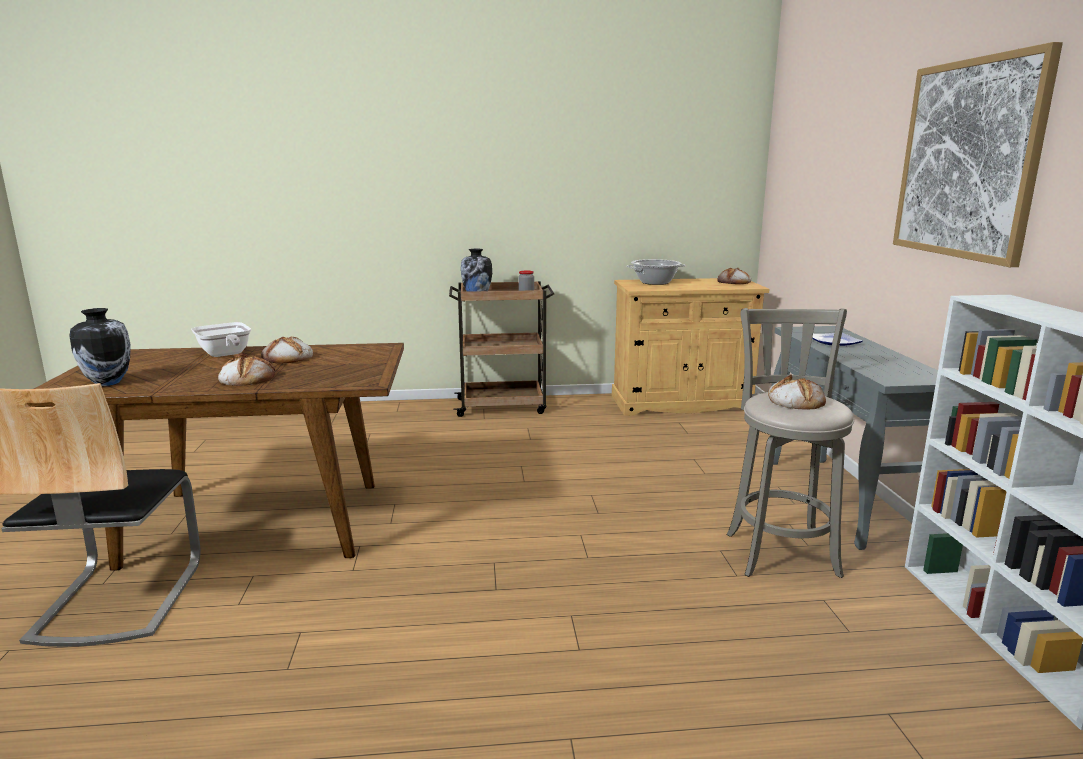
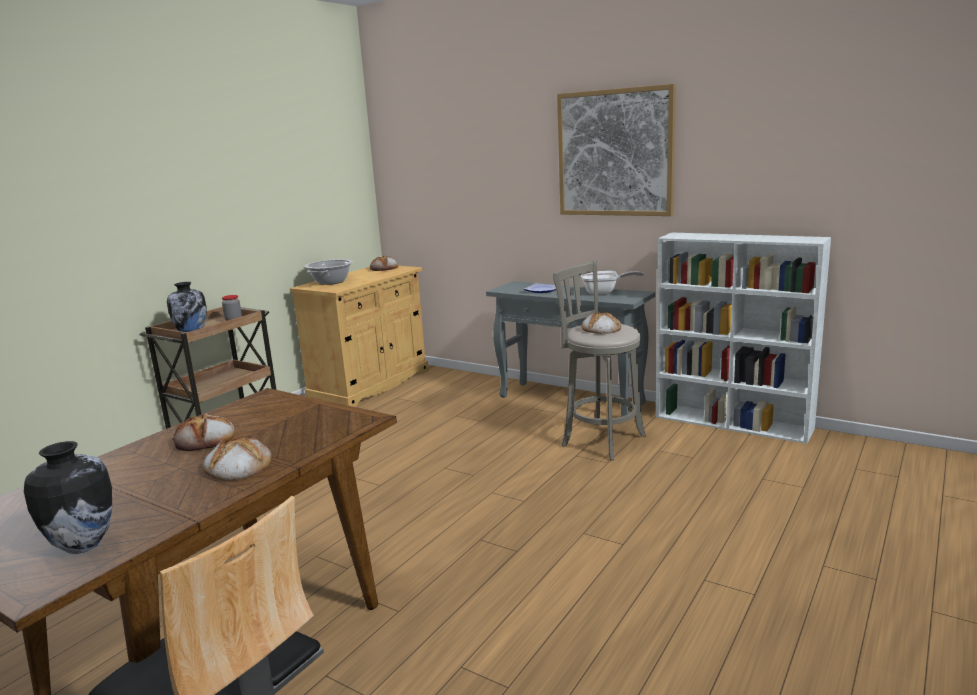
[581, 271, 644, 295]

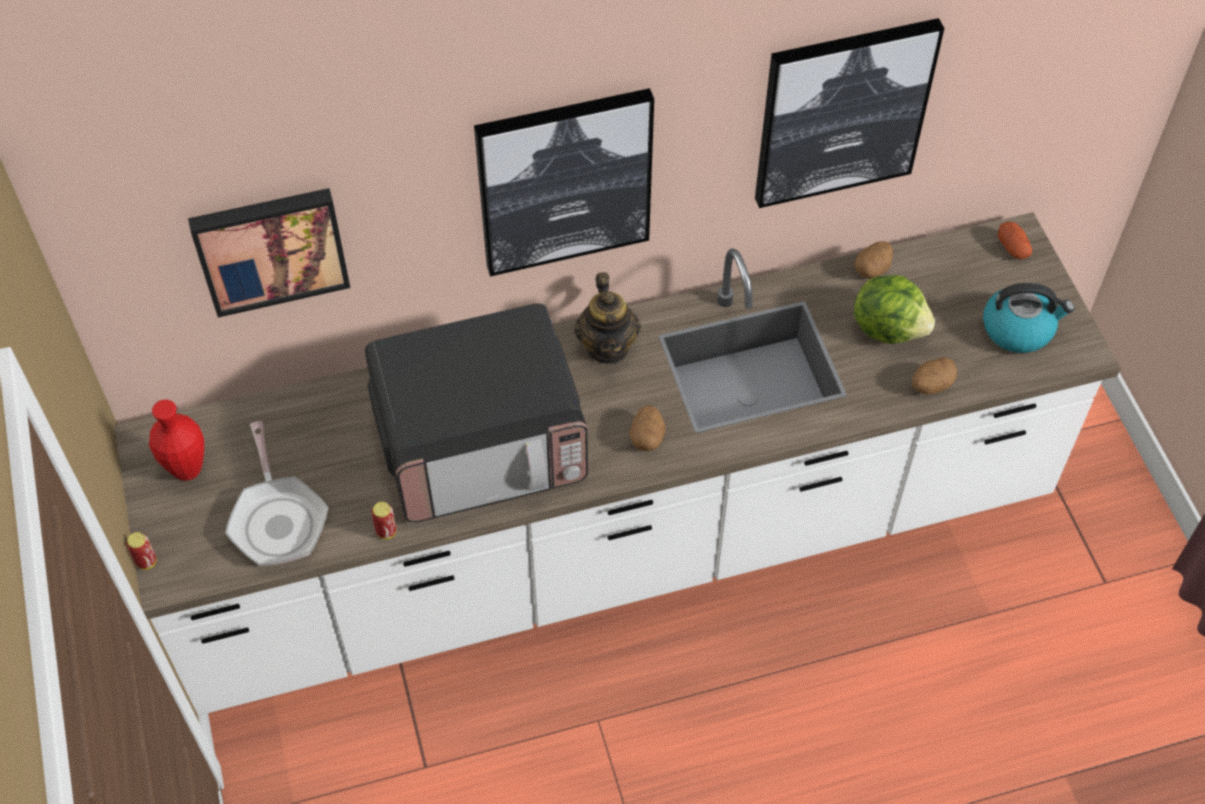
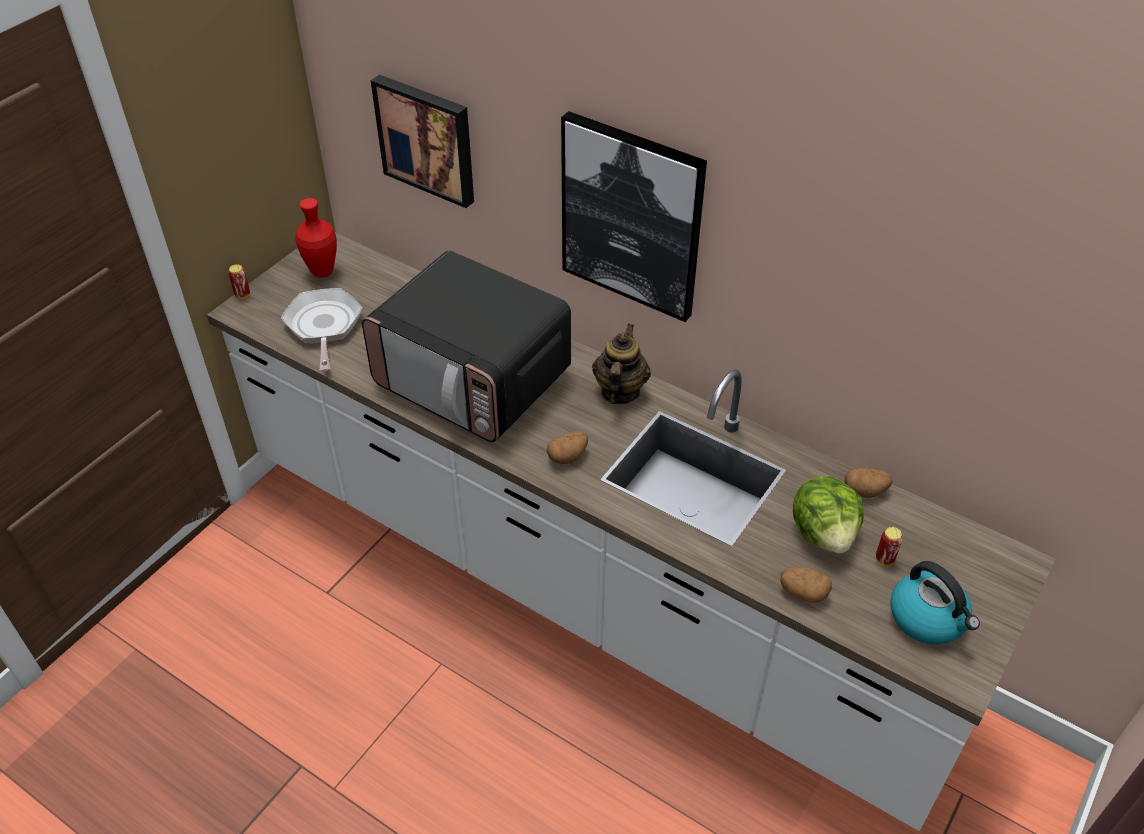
[281, 288, 362, 371]
[592, 323, 651, 404]
[876, 527, 903, 566]
[755, 18, 944, 208] (first image)
[998, 221, 1032, 260] (first image)

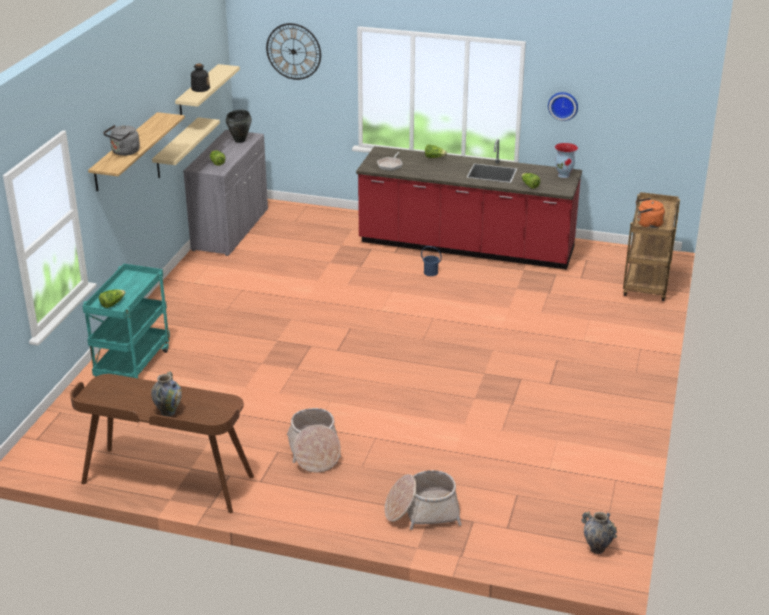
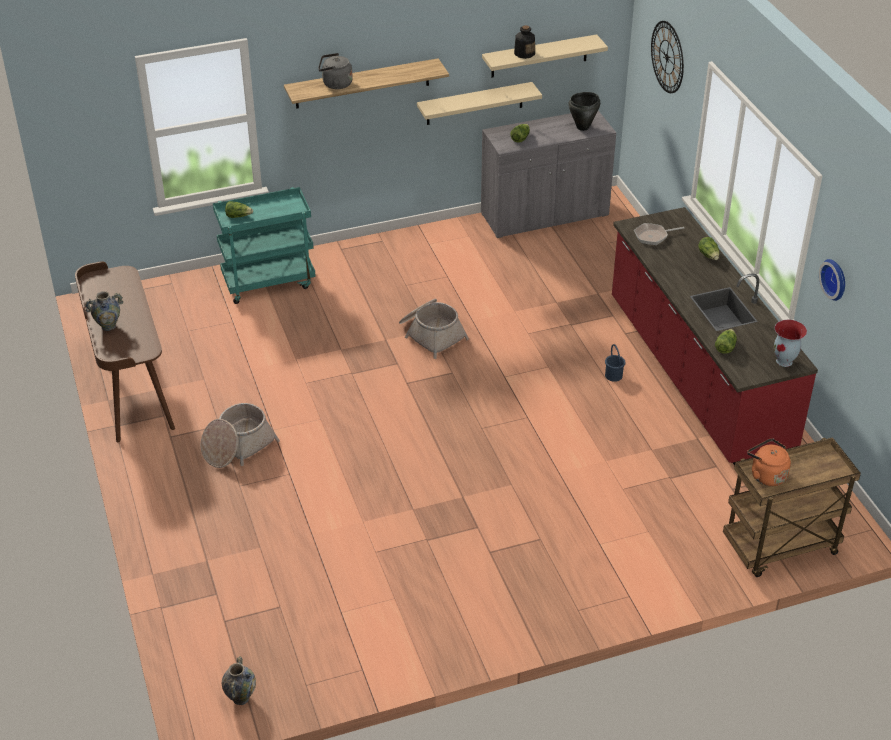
[399, 299, 469, 359]

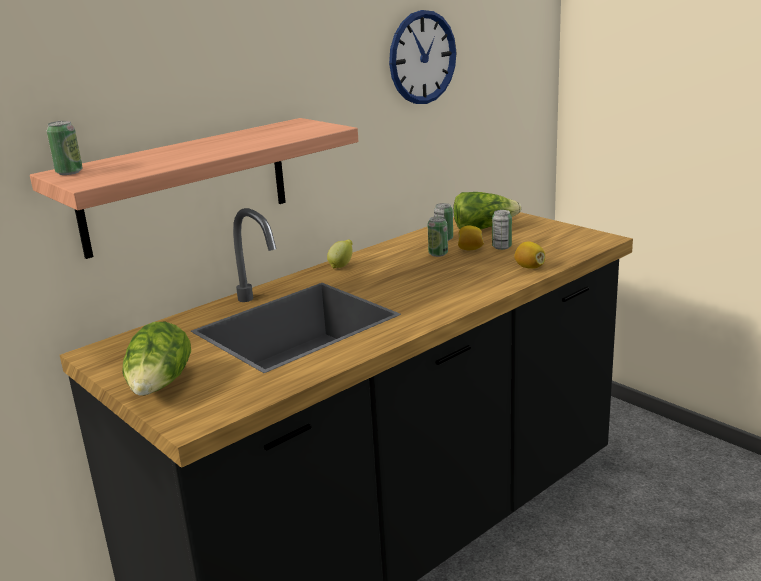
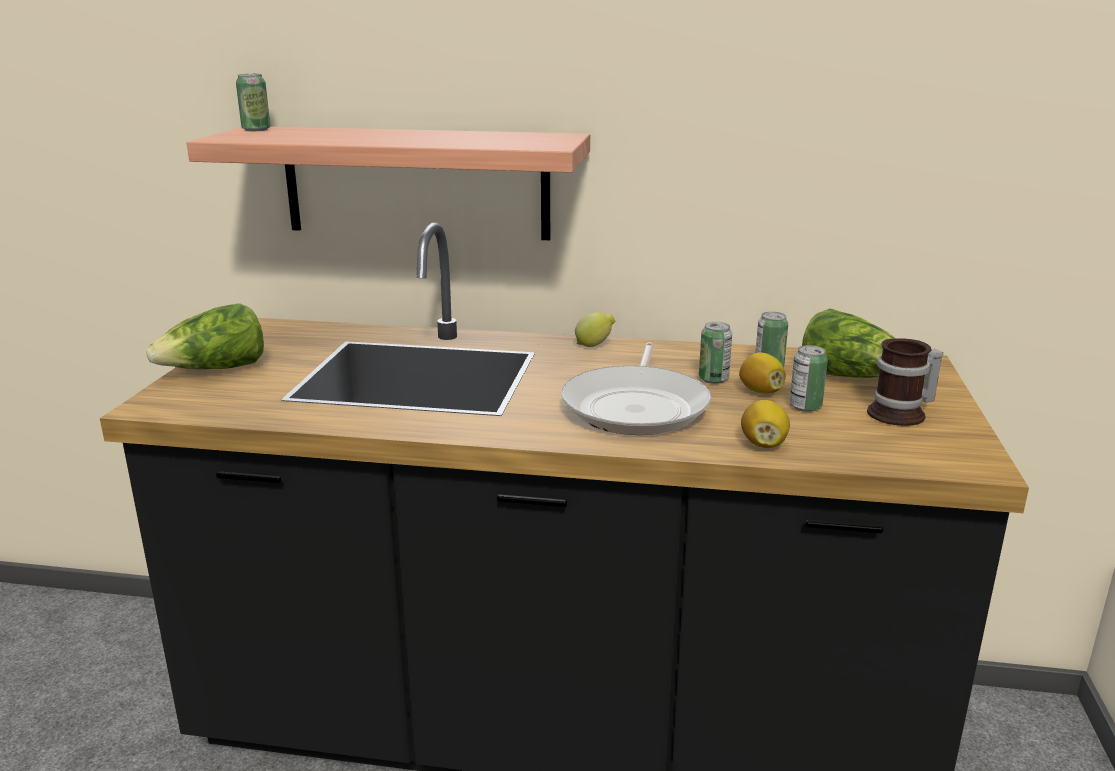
[561, 342, 711, 435]
[867, 339, 943, 426]
[389, 10, 456, 104] (first image)

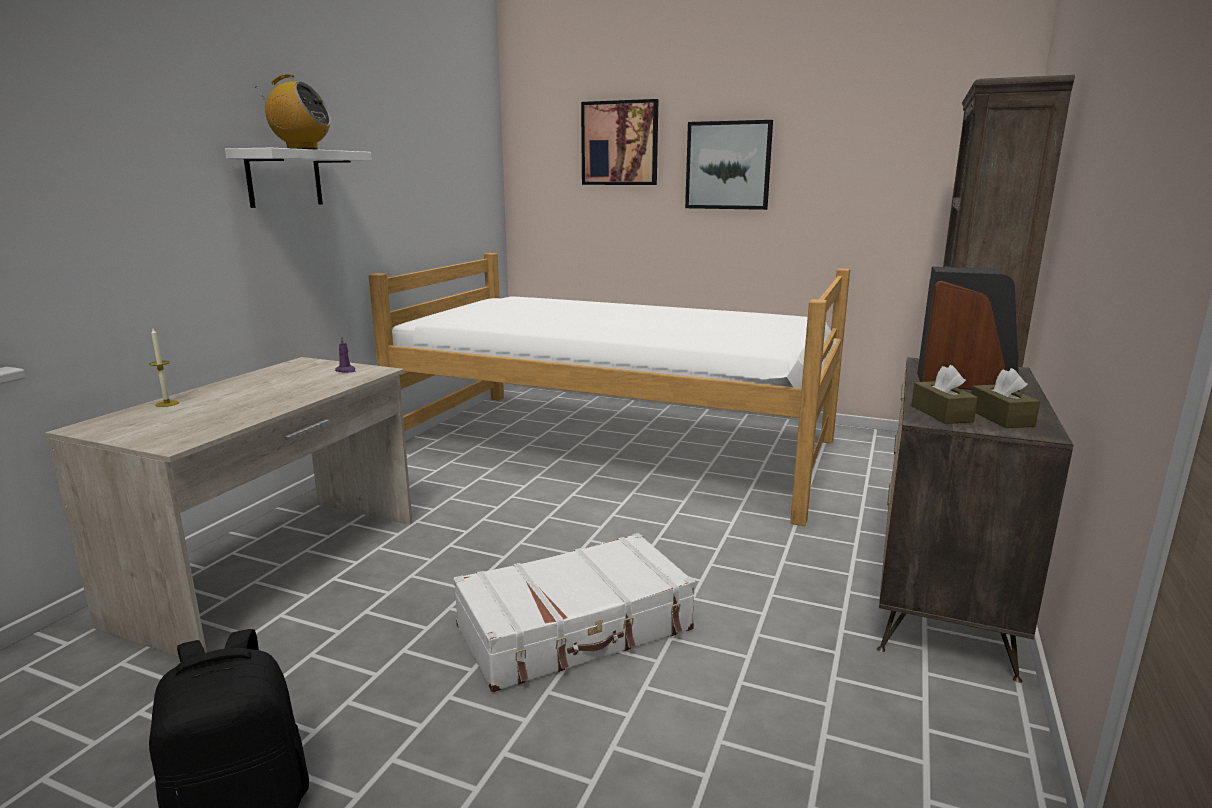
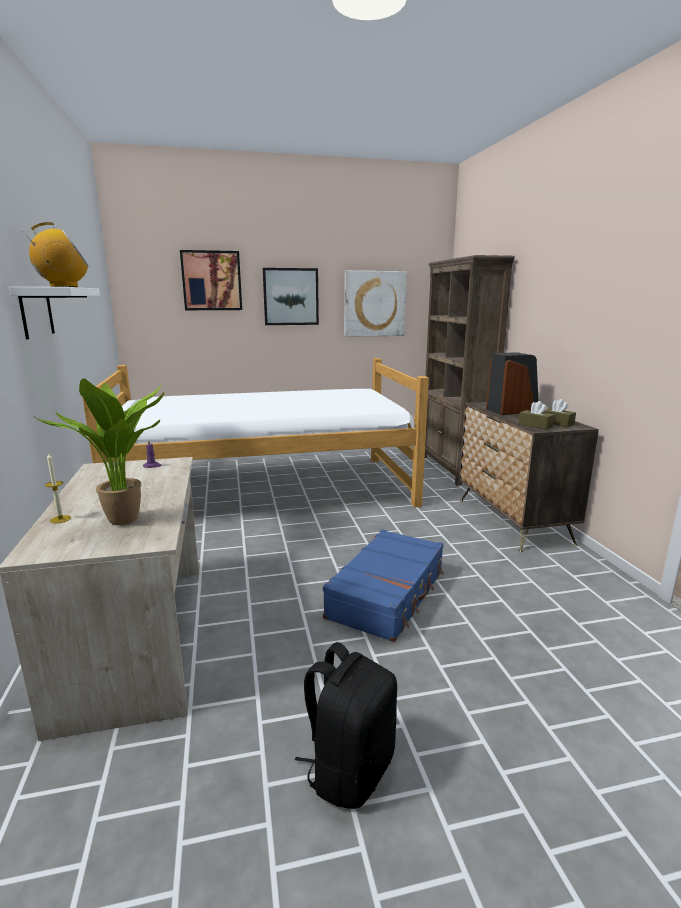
[32, 378, 164, 525]
[323, 529, 444, 642]
[345, 271, 407, 337]

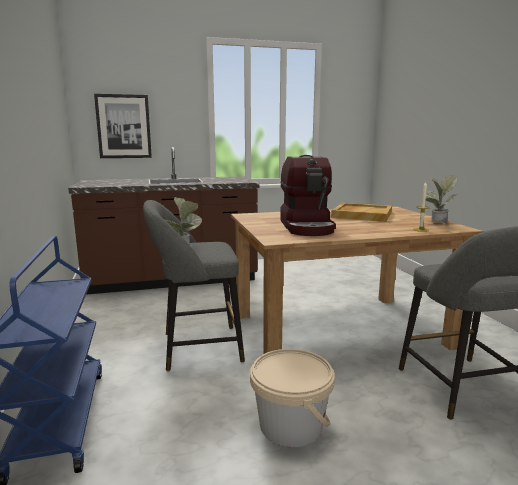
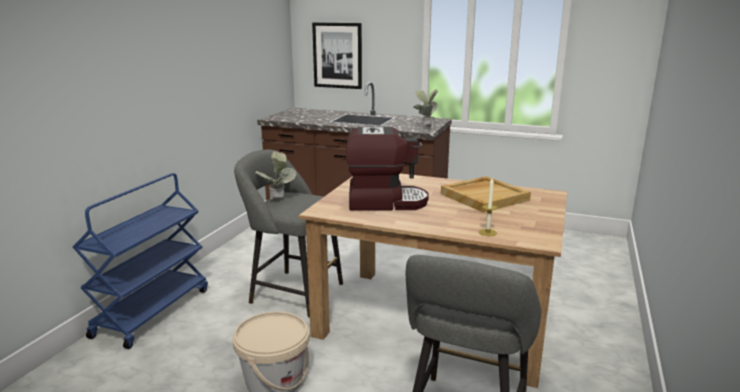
[346, 127, 429, 210]
[413, 90, 438, 130]

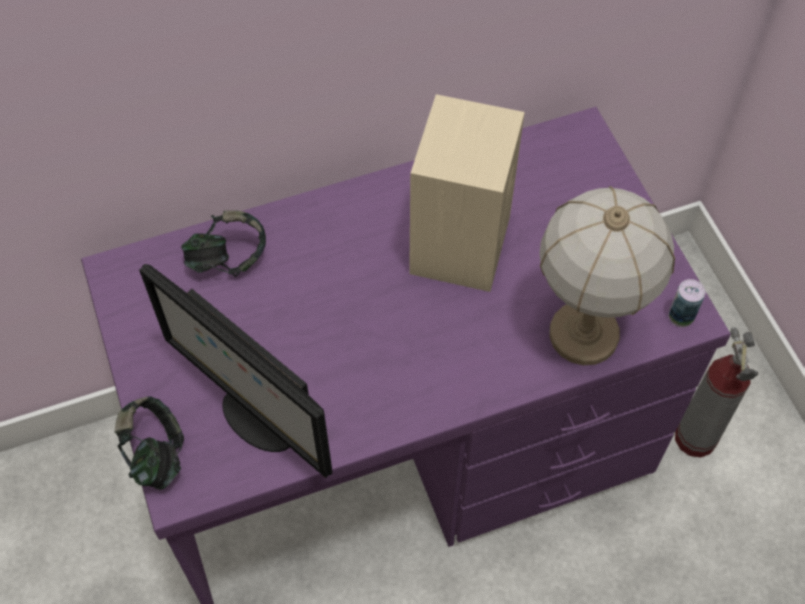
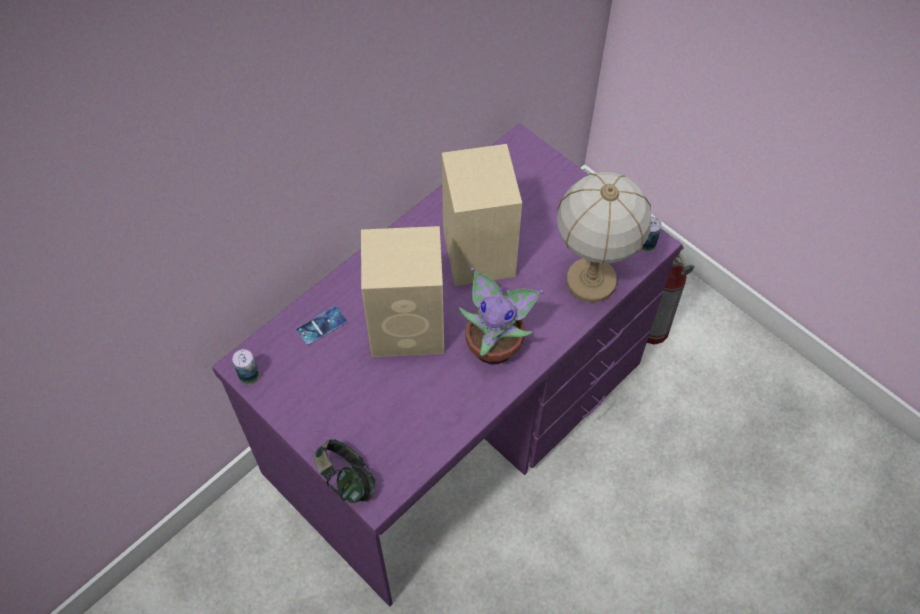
[232, 349, 259, 385]
[296, 306, 347, 345]
[361, 226, 444, 357]
[459, 268, 544, 364]
[139, 264, 333, 478] (first image)

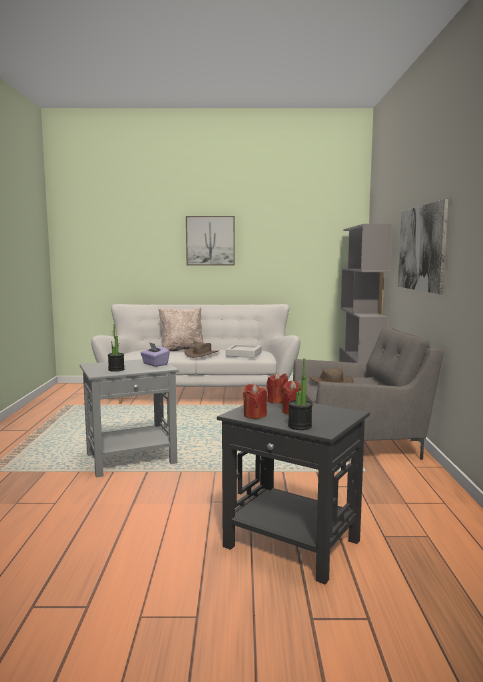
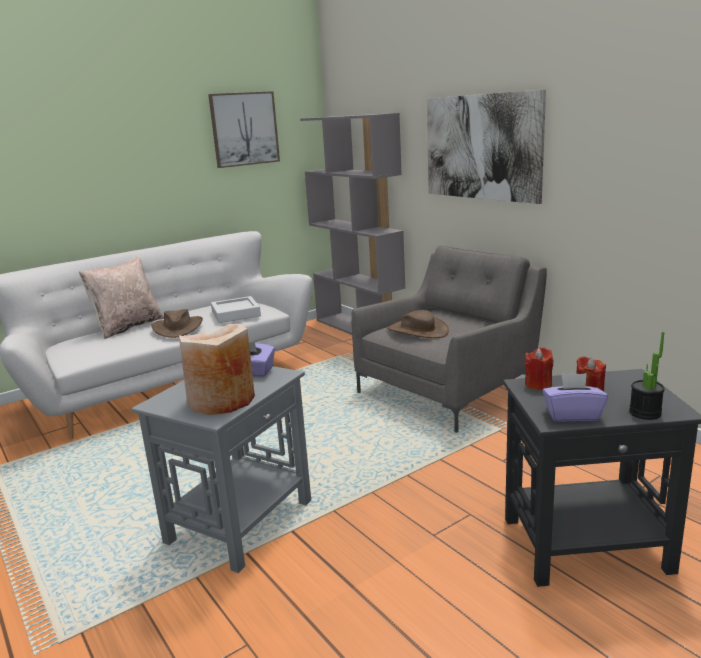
[179, 324, 255, 415]
[208, 91, 280, 168]
[543, 373, 608, 422]

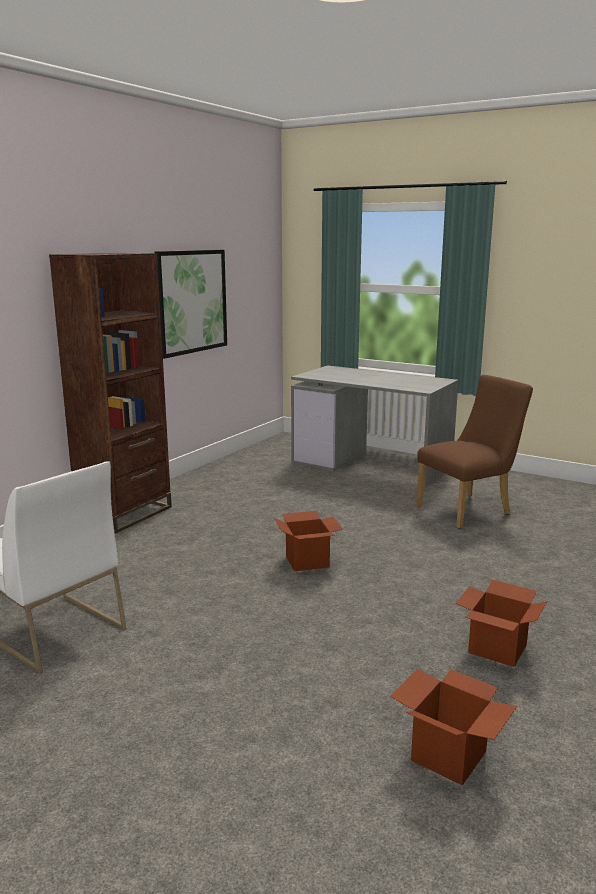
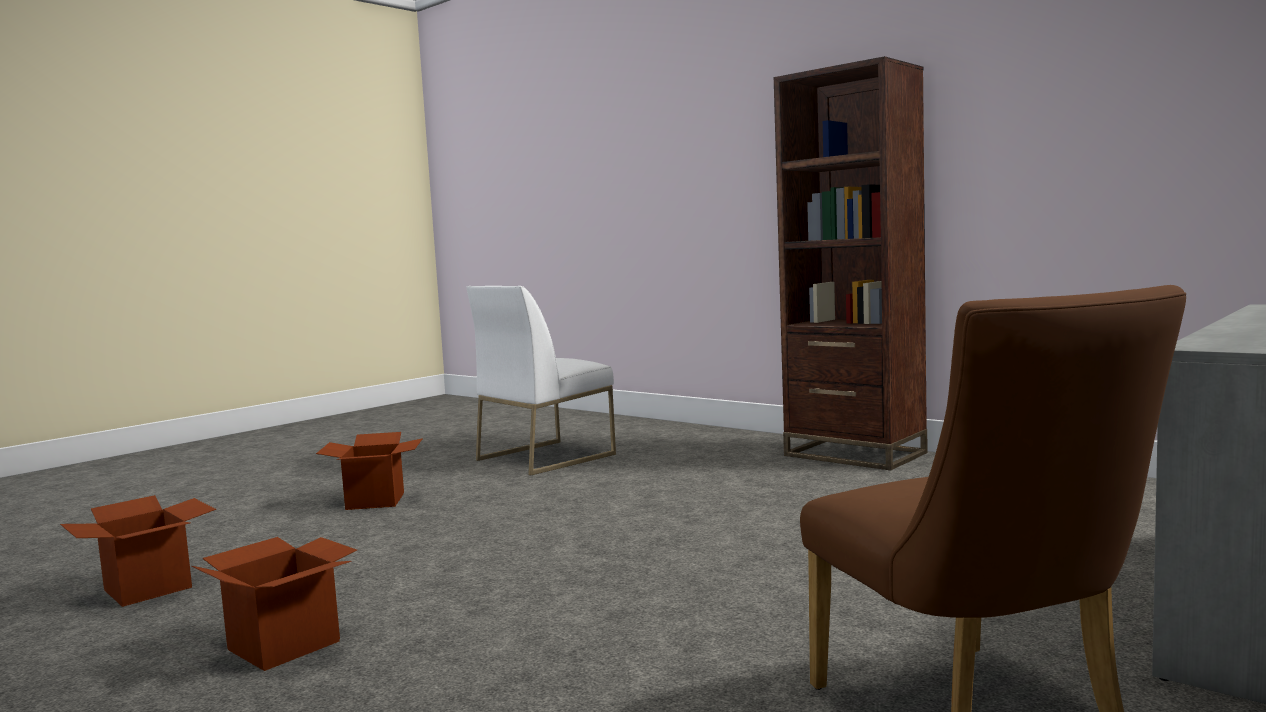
[316, 432, 423, 510]
[154, 250, 227, 359] (first image)

